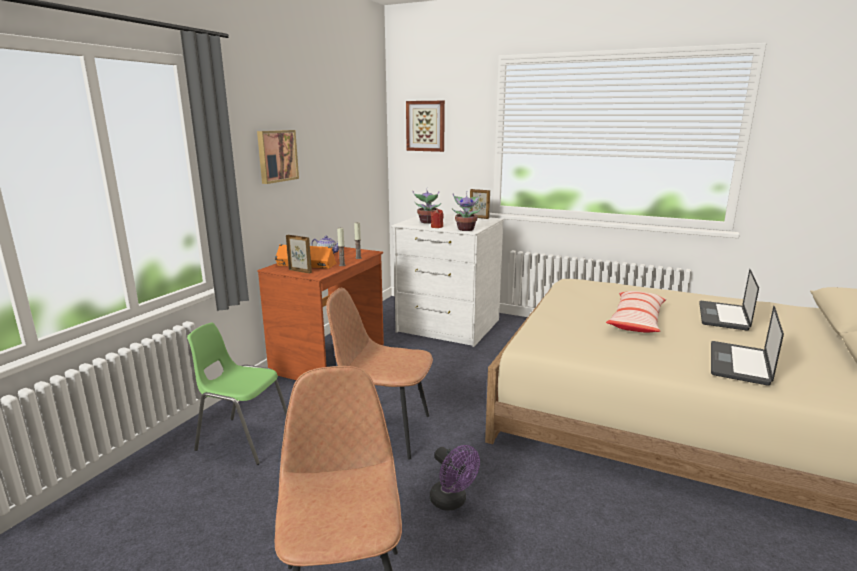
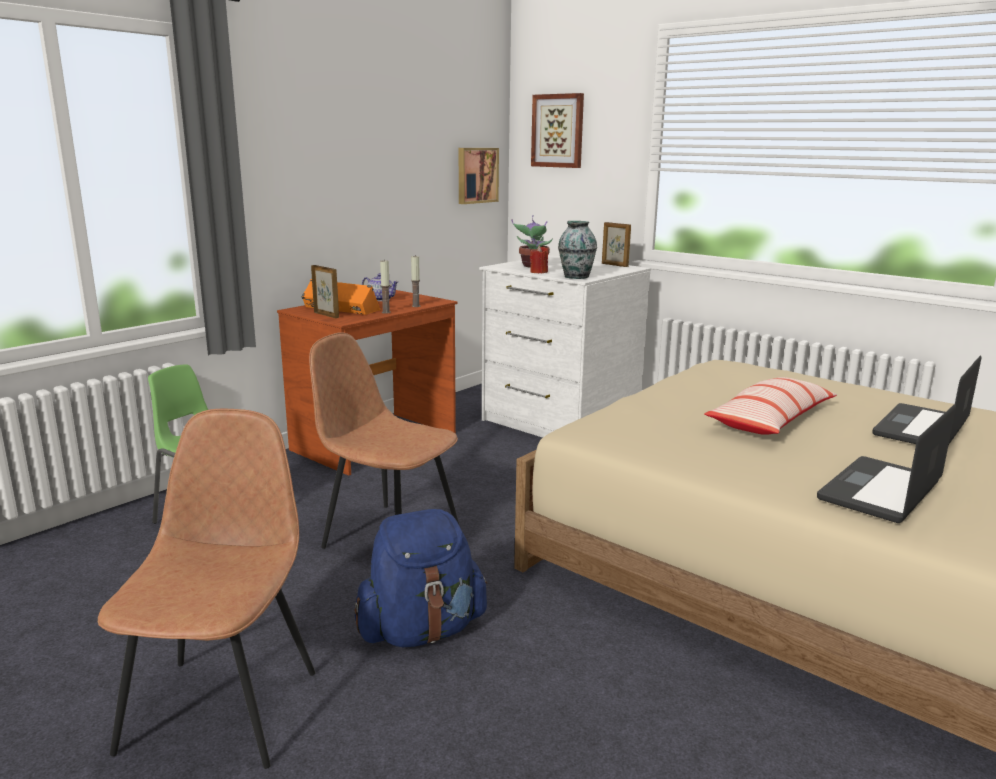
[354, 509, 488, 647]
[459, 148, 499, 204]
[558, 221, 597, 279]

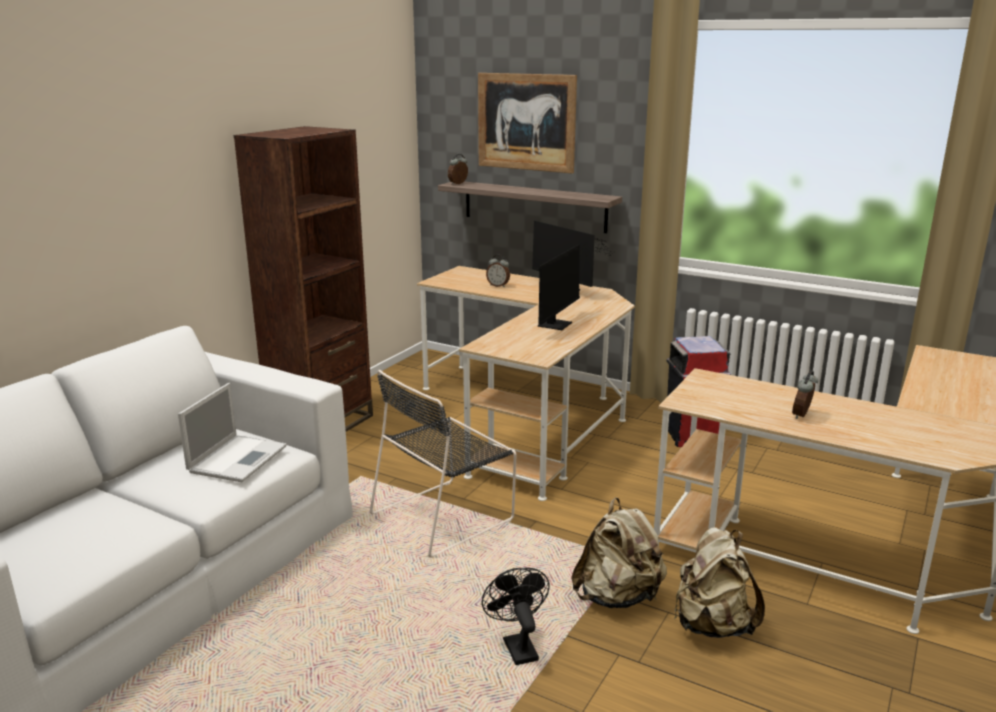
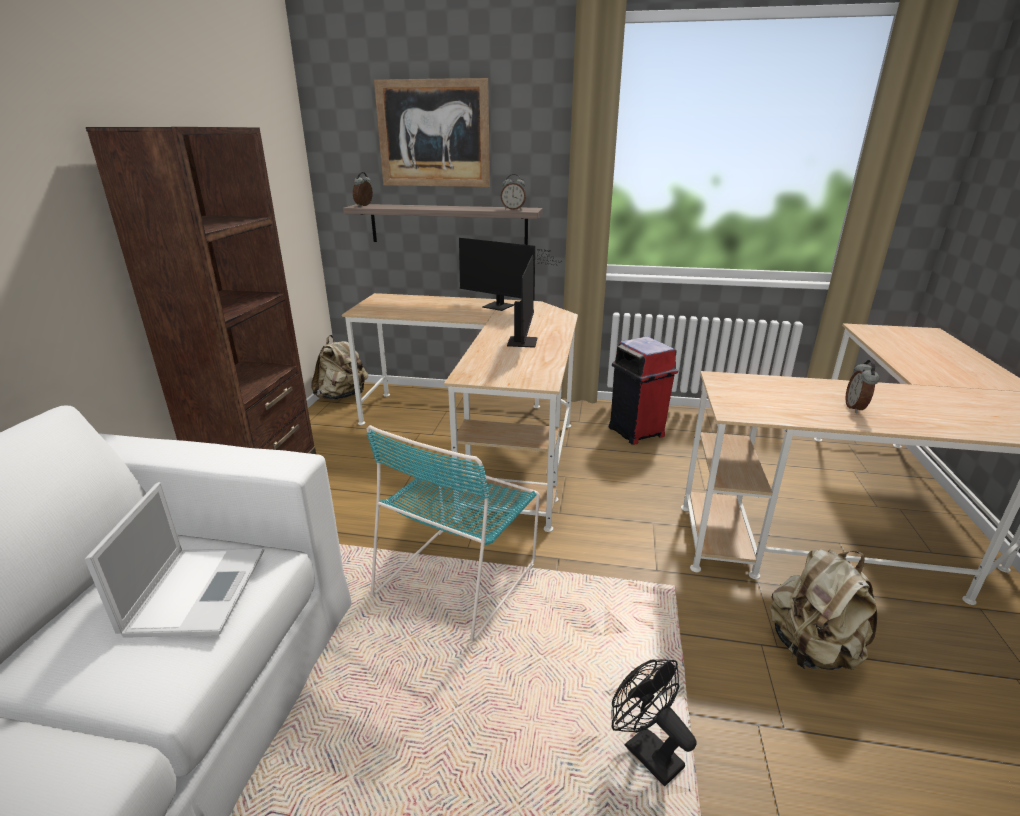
[311, 335, 368, 400]
[366, 425, 540, 641]
[501, 174, 526, 210]

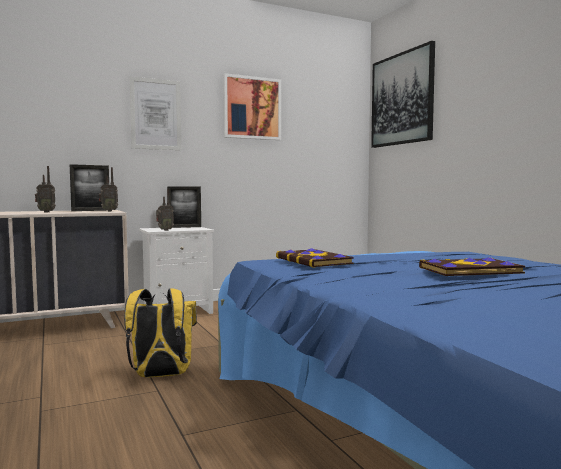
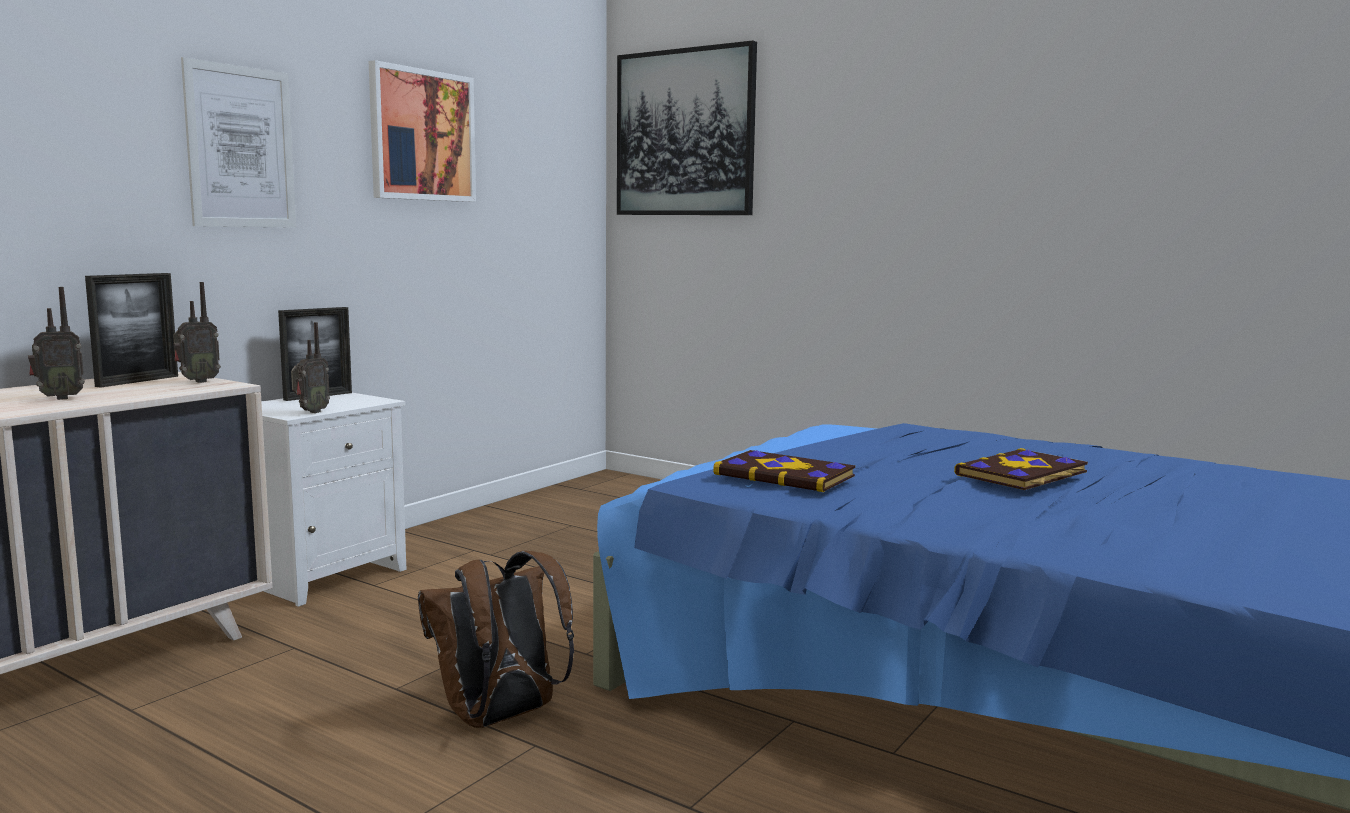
[418, 551, 574, 728]

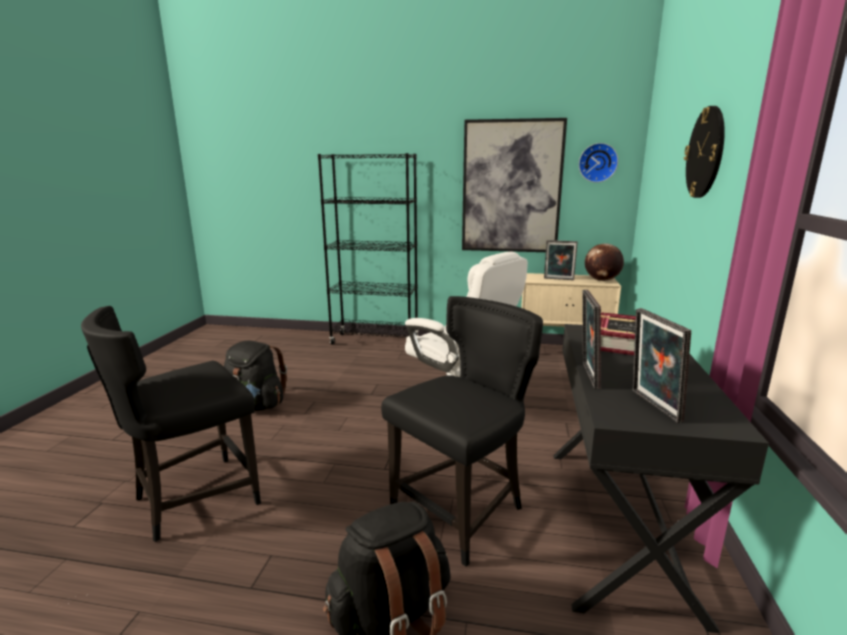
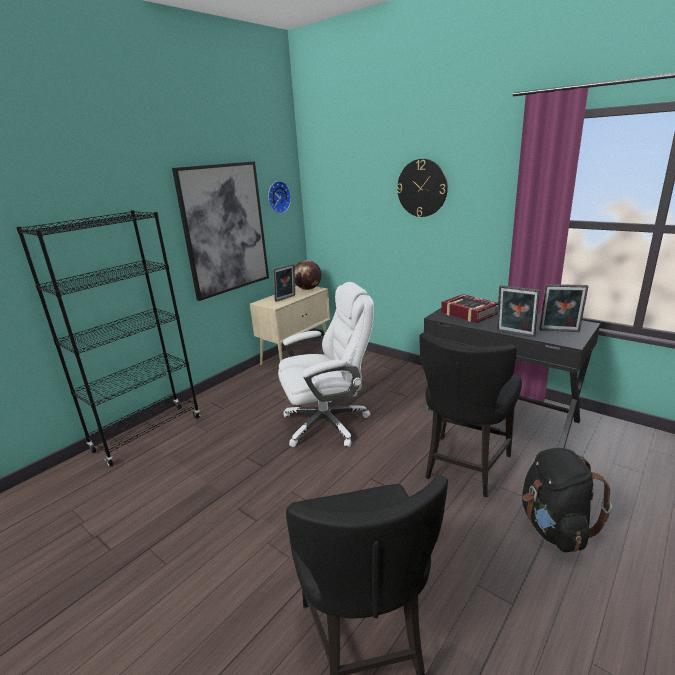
[420, 332, 522, 497]
[224, 340, 287, 411] (first image)

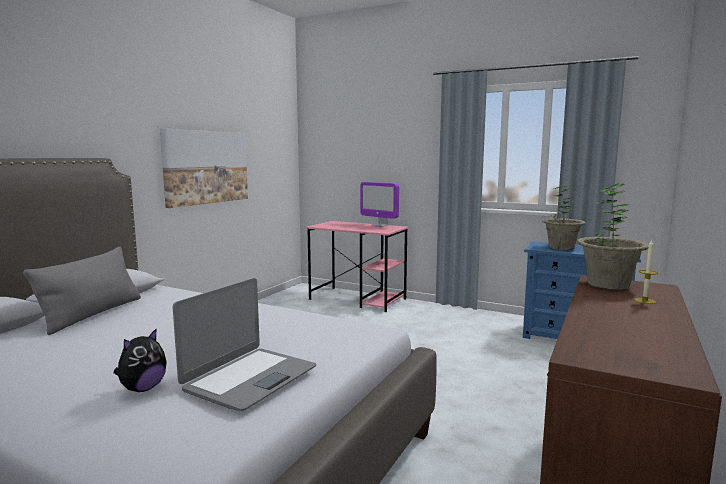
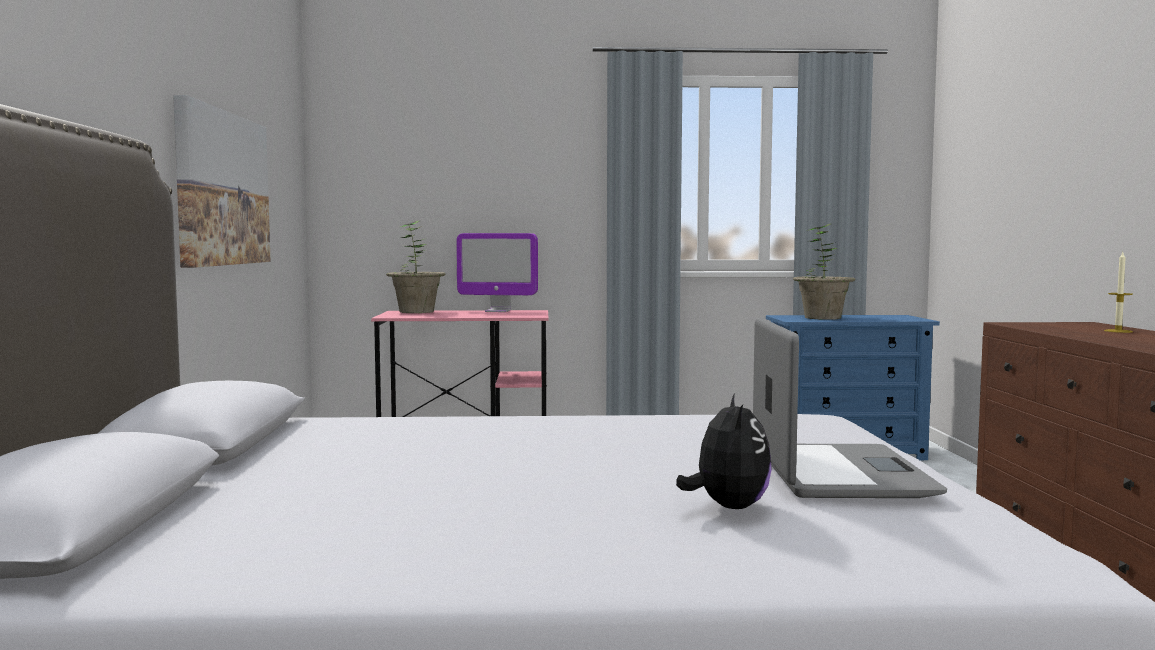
[386, 221, 446, 313]
[23, 247, 141, 335] (first image)

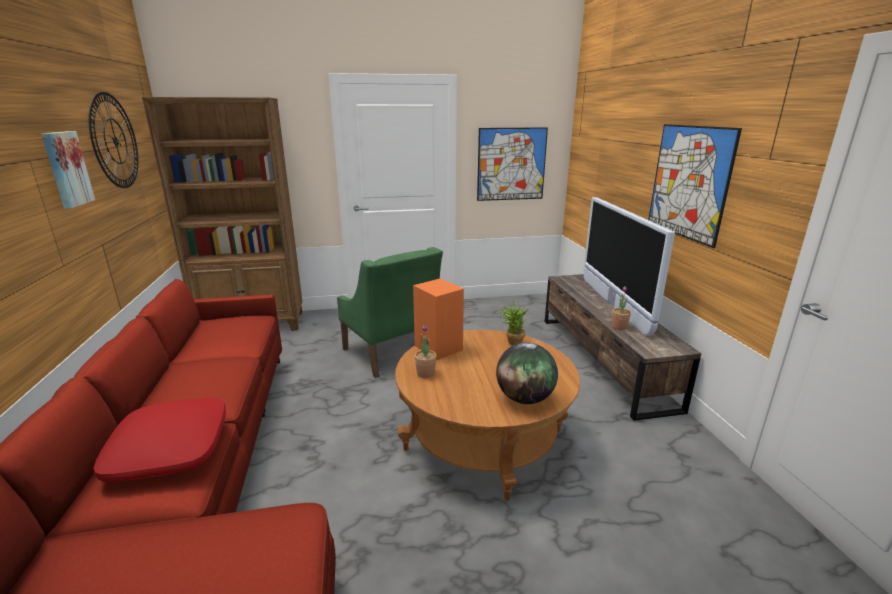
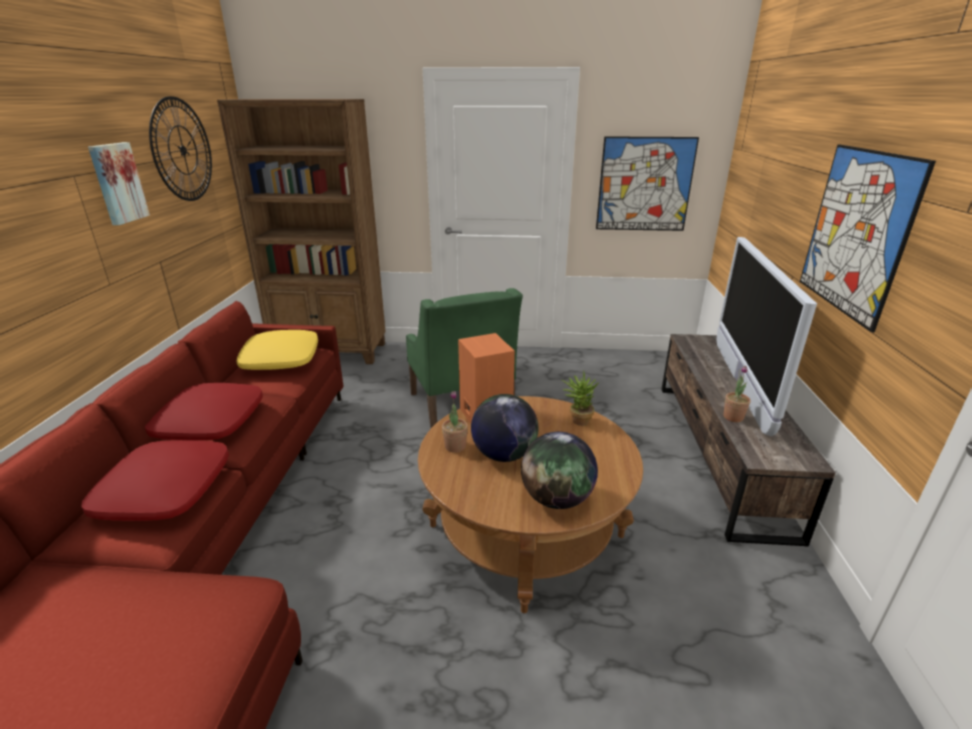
[145, 383, 263, 440]
[237, 330, 318, 370]
[471, 394, 539, 462]

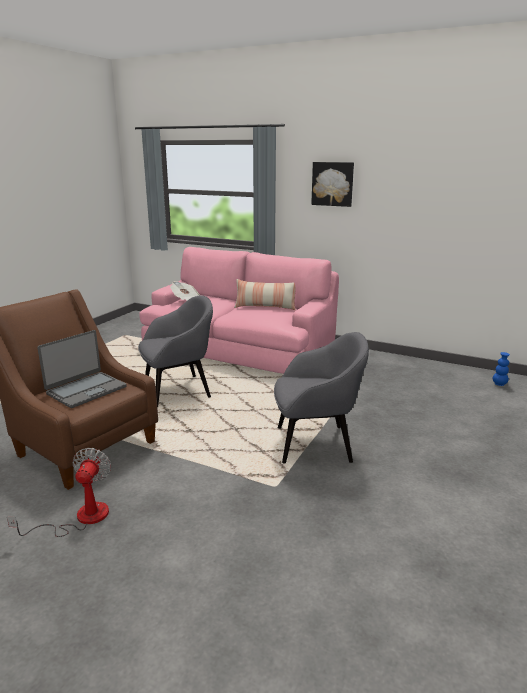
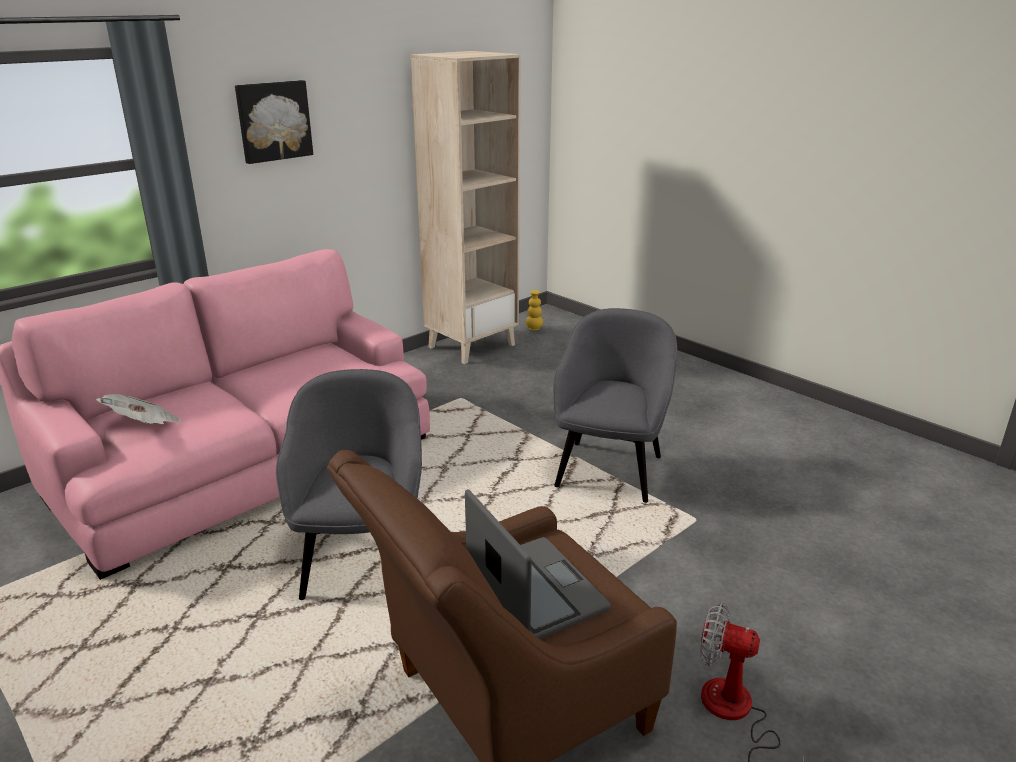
[410, 51, 521, 364]
[526, 290, 543, 330]
[234, 279, 296, 310] (first image)

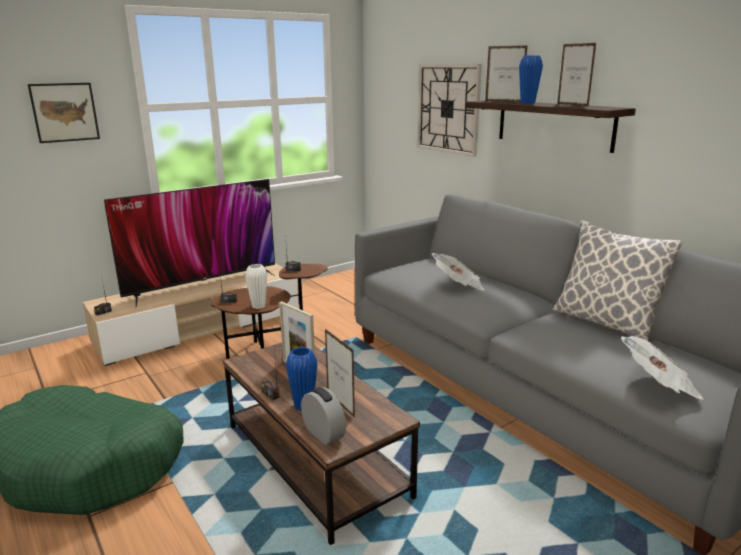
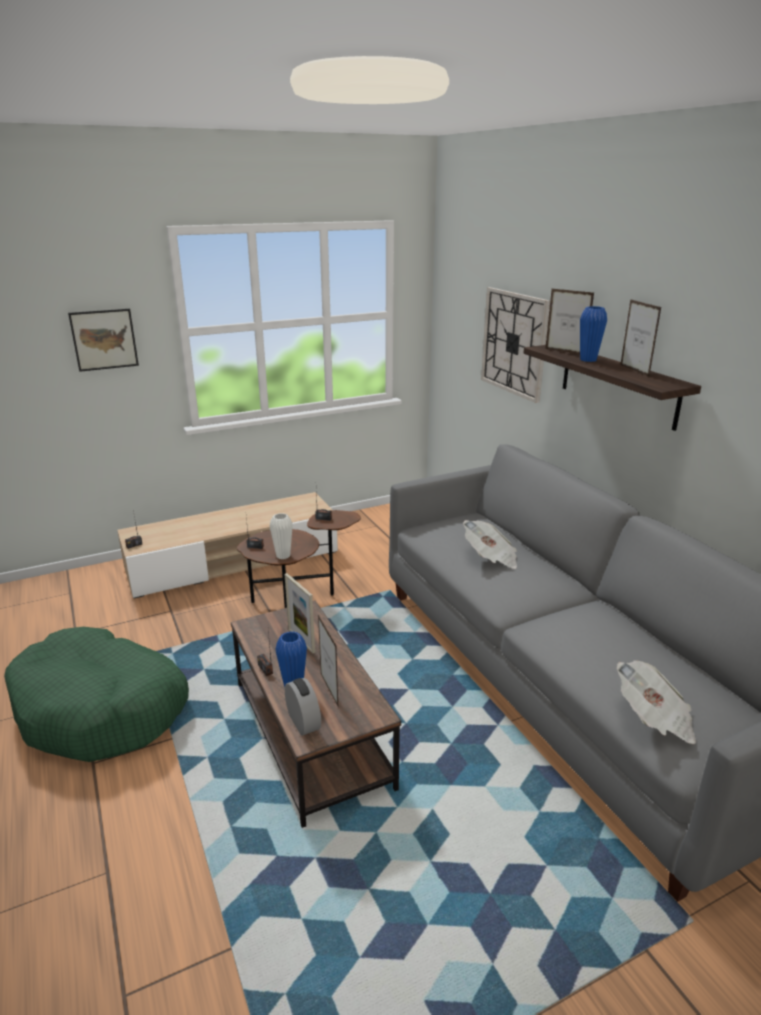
[104, 179, 275, 307] (first image)
[553, 220, 683, 341] (first image)

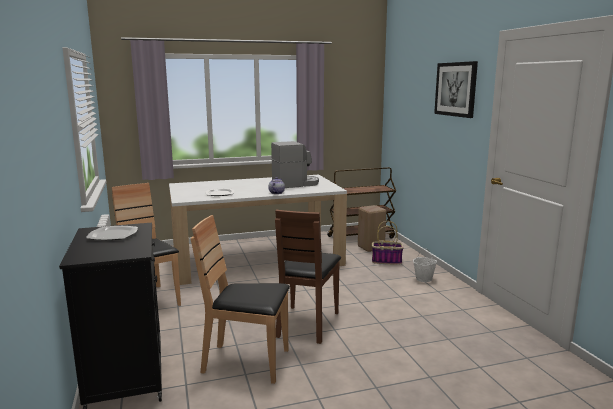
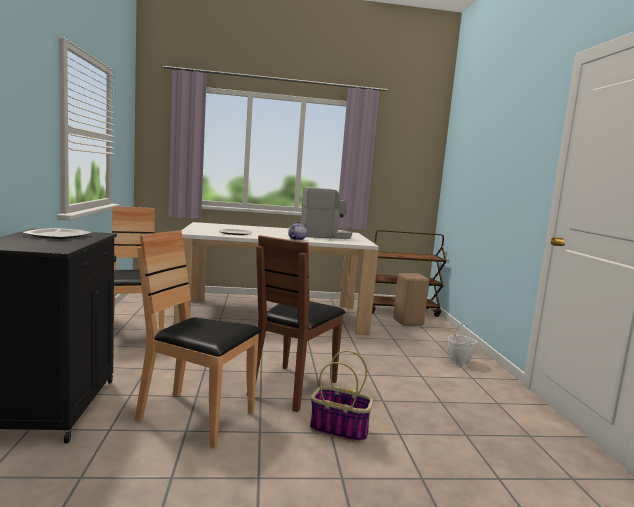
[310, 350, 373, 443]
[434, 61, 478, 118] (first image)

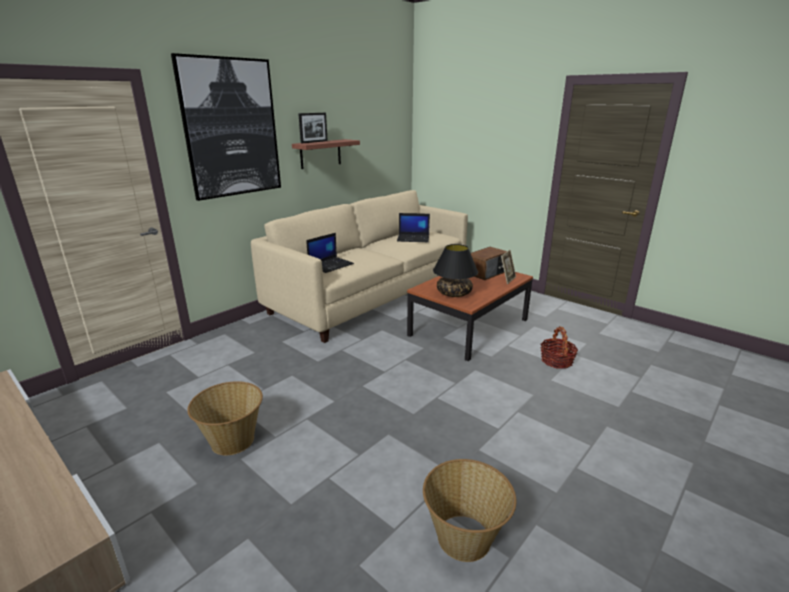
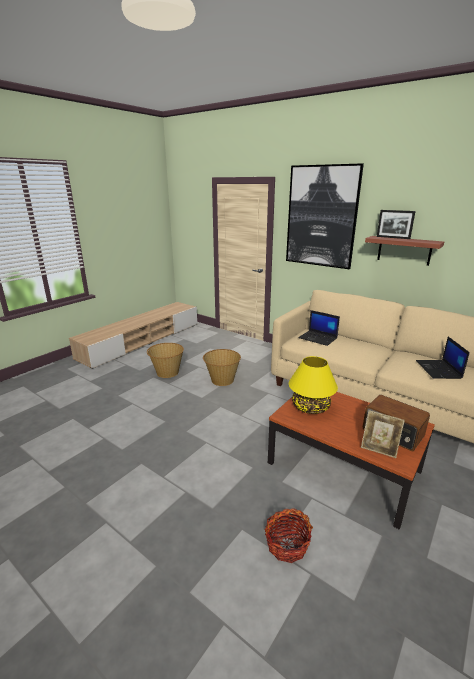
[203, 349, 241, 386]
[289, 356, 338, 414]

